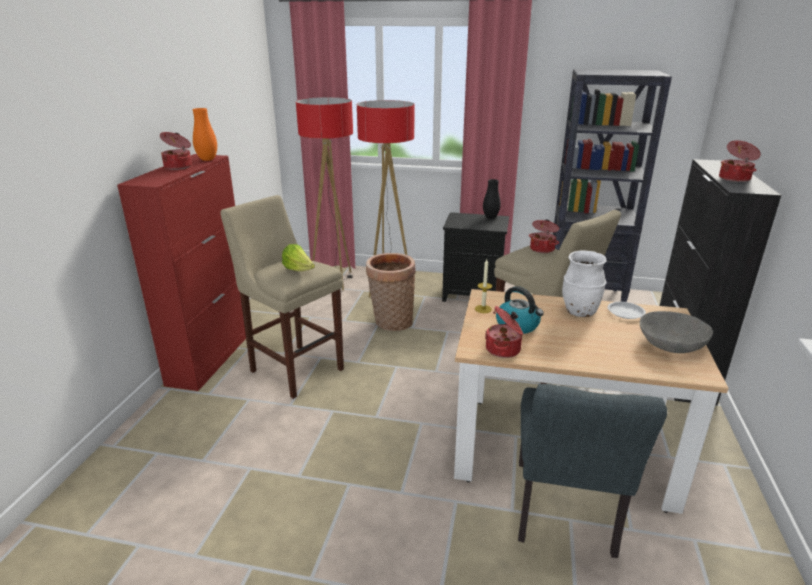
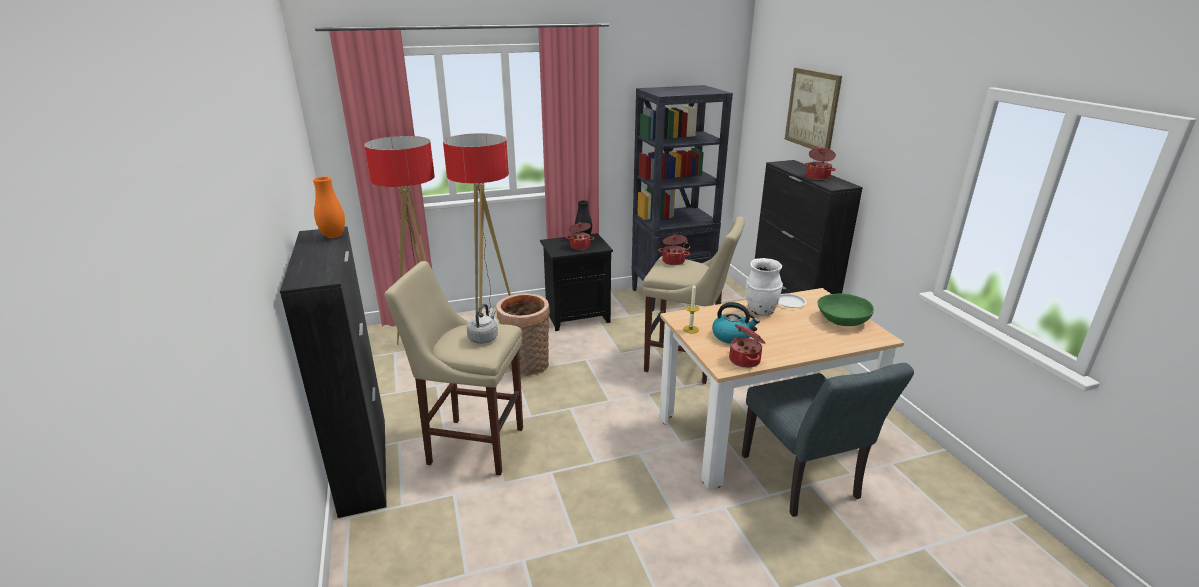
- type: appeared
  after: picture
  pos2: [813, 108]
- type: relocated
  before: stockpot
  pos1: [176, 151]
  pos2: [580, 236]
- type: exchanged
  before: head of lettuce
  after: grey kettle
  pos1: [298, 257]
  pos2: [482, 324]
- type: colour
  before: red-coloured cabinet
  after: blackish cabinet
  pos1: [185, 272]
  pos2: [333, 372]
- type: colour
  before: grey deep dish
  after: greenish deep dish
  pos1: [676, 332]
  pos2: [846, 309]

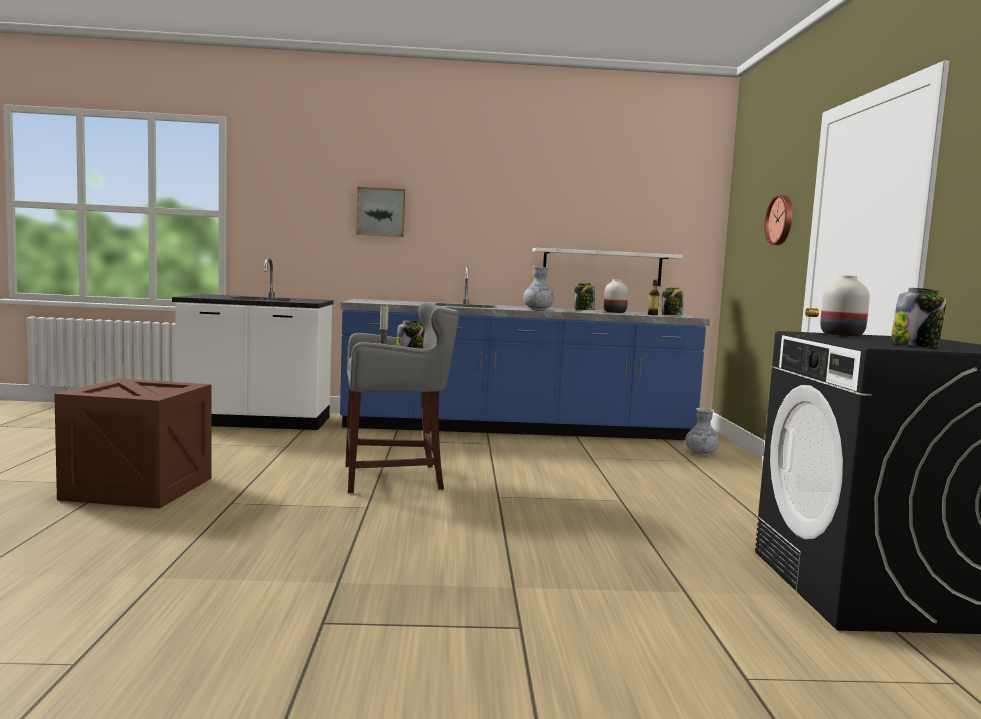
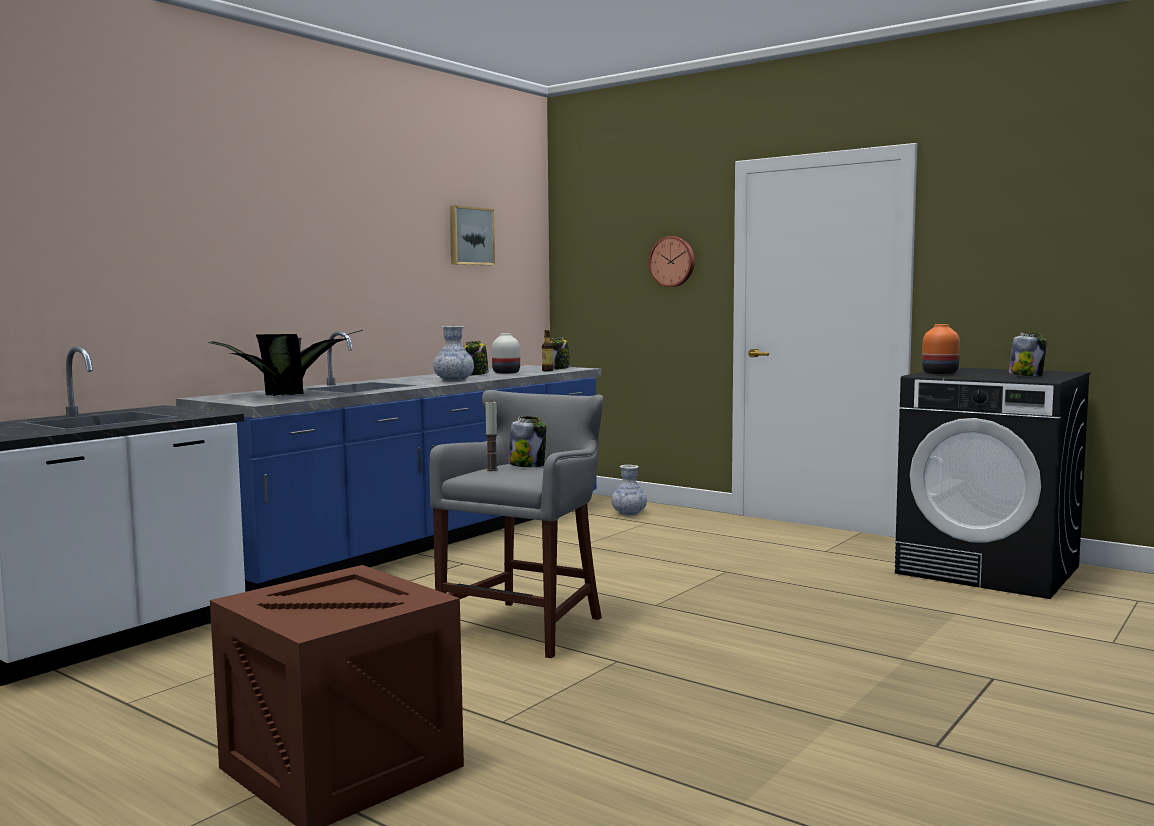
- type: missing
  before: white shelf
  pos1: [607, 267]
- type: appeared
  after: plant in a pot
  pos2: [285, 363]
- type: relocated
  before: picture
  pos1: [380, 212]
  pos2: [472, 235]
- type: colour
  before: white flower vase
  after: orangey flower vase
  pos1: [845, 305]
  pos2: [941, 349]

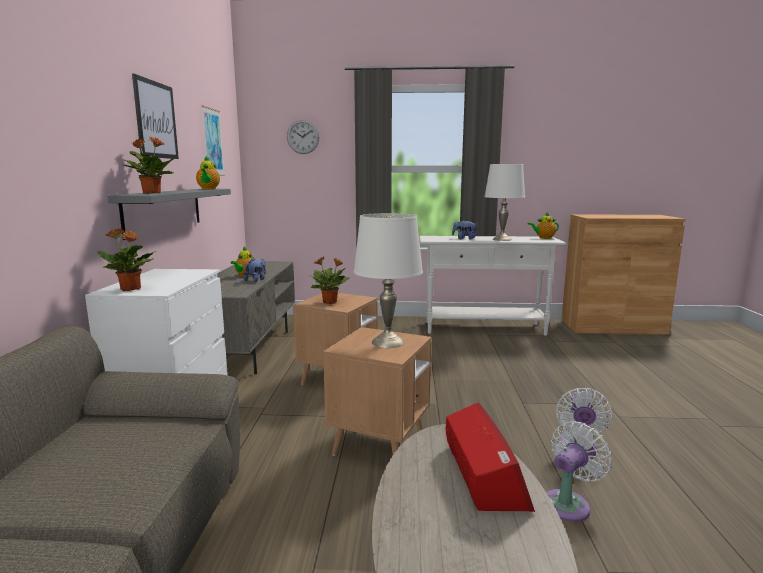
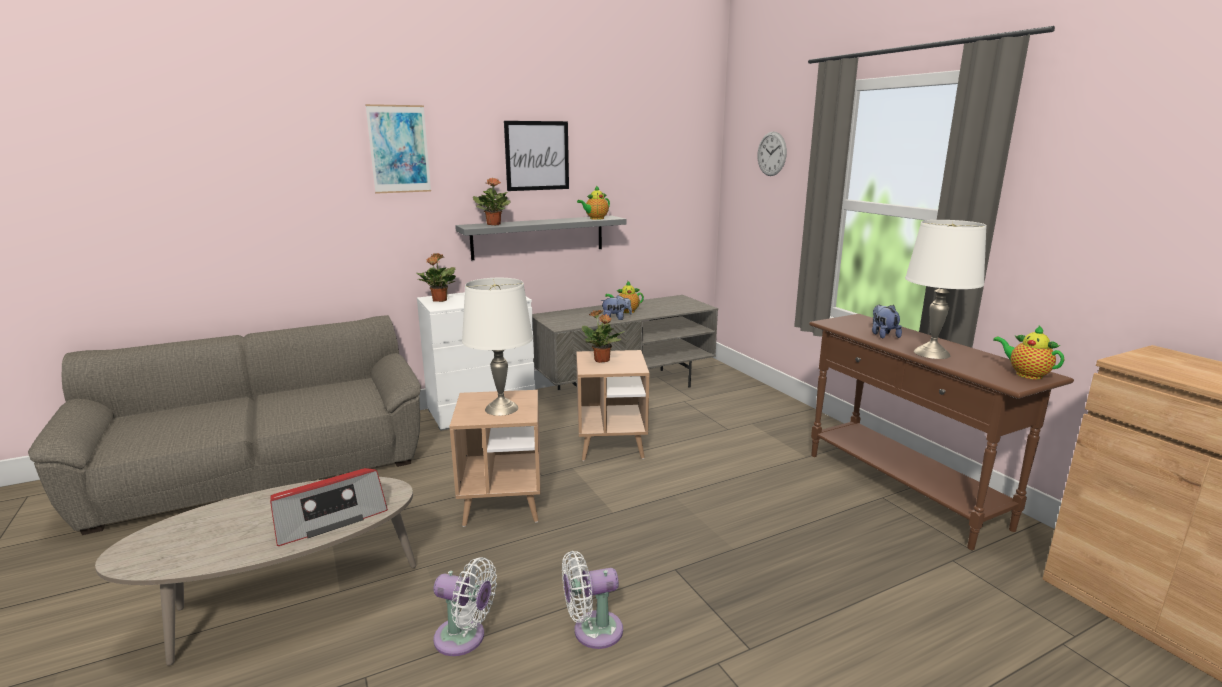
- type: relocated
  before: picture
  pos1: [213, 141]
  pos2: [398, 149]
- type: colour
  before: white narrow table
  after: brownish narrow table
  pos1: [492, 286]
  pos2: [941, 432]

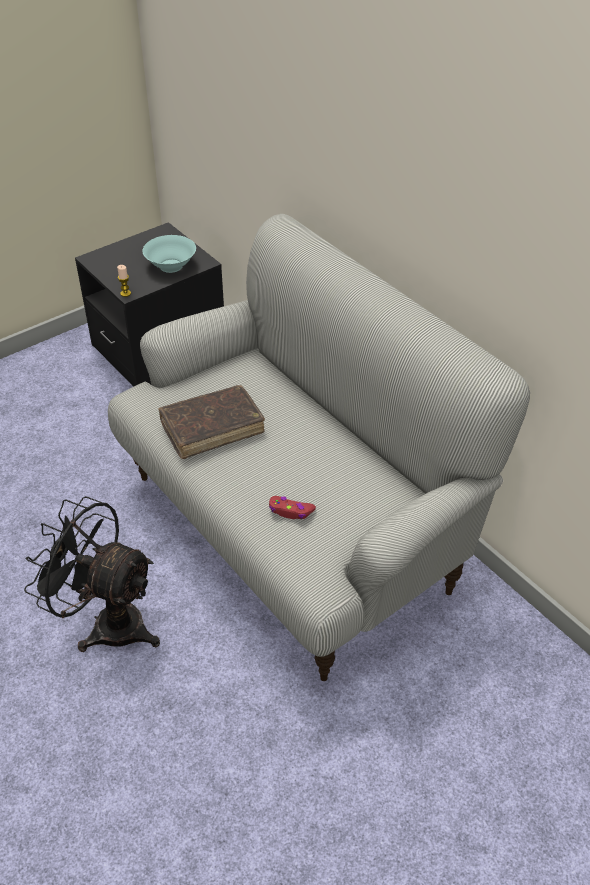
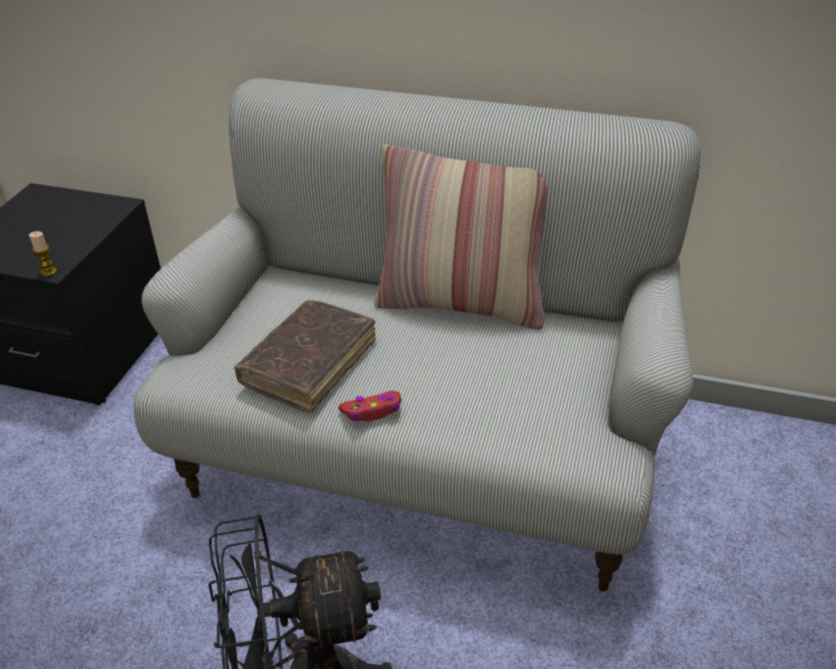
- type: missing
  before: turquoise-coloured deep dish
  pos1: [169, 254]
- type: appeared
  after: pillow
  pos2: [460, 237]
- type: relocated
  before: red-coloured joypad
  pos1: [292, 507]
  pos2: [369, 406]

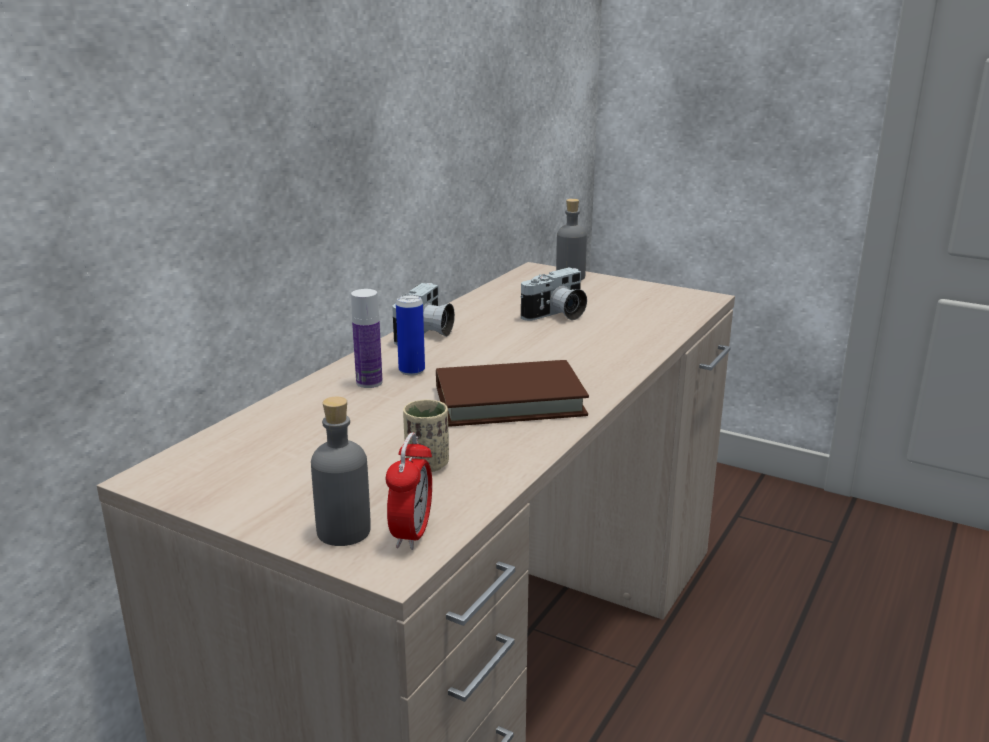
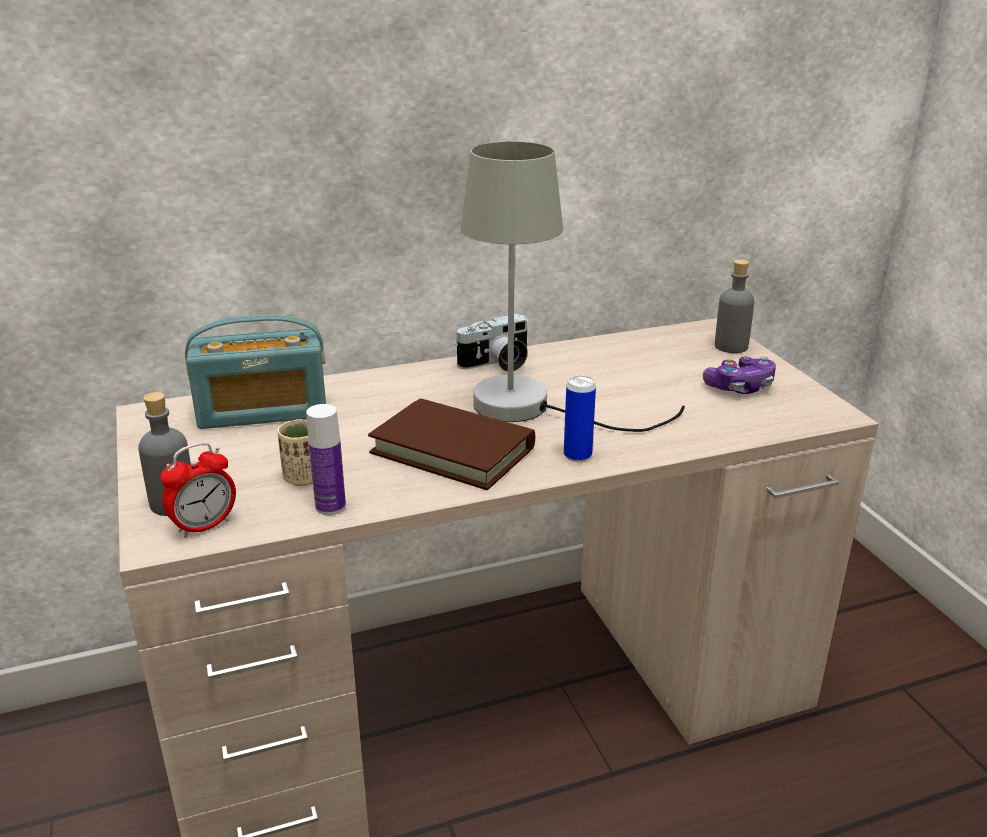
- type: missing
  before: still camera
  pos1: [554, 294]
- type: appeared
  after: radio receiver
  pos2: [255, 372]
- type: appeared
  after: grey lamp for a table
  pos2: [572, 287]
- type: appeared
  after: joypad
  pos2: [739, 375]
- type: relocated
  before: beverage bottle
  pos1: [367, 338]
  pos2: [326, 459]
- type: relocated
  before: metal can
  pos1: [410, 335]
  pos2: [580, 419]

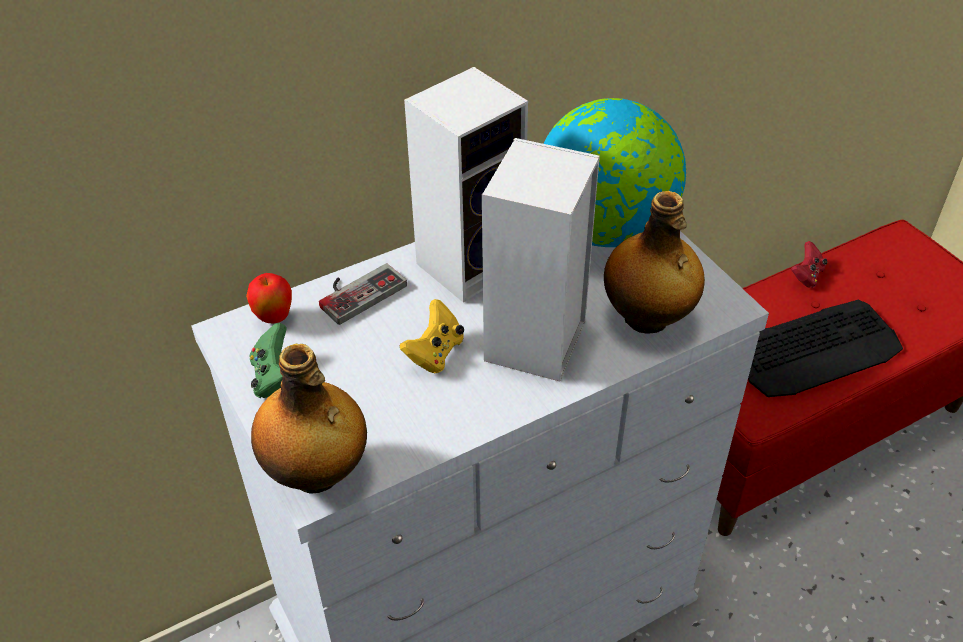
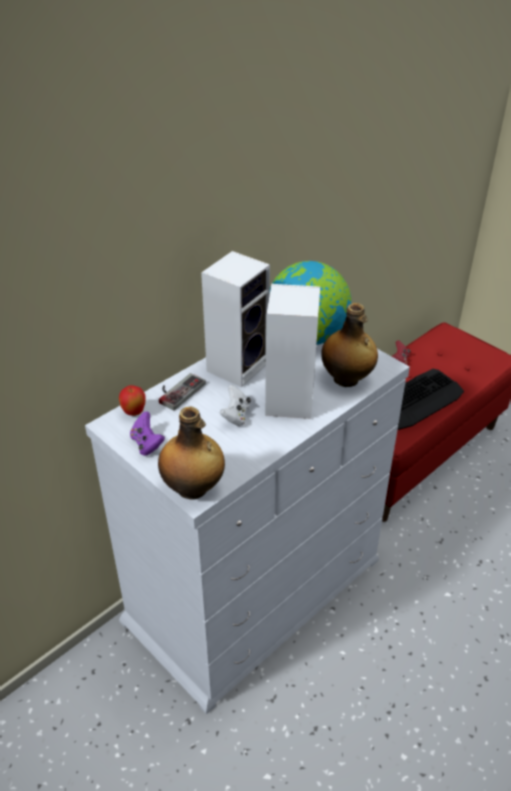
- type: colour
  before: greenish joypad
  after: purple-coloured joypad
  pos1: [268, 360]
  pos2: [147, 433]
- type: colour
  before: yellow joypad
  after: white joypad
  pos1: [432, 336]
  pos2: [235, 405]

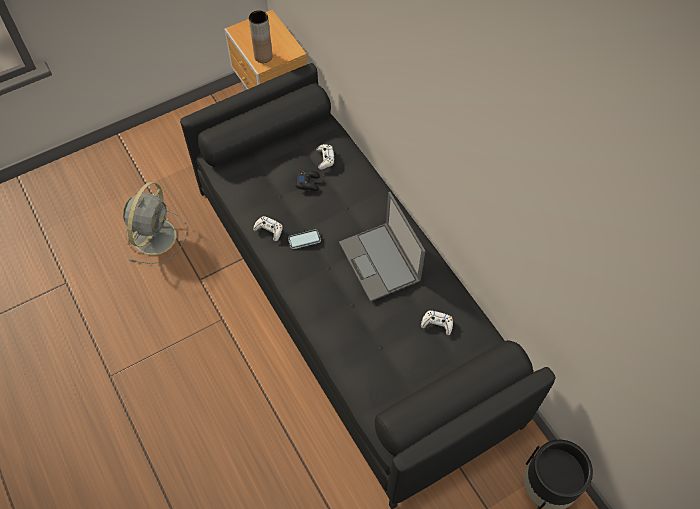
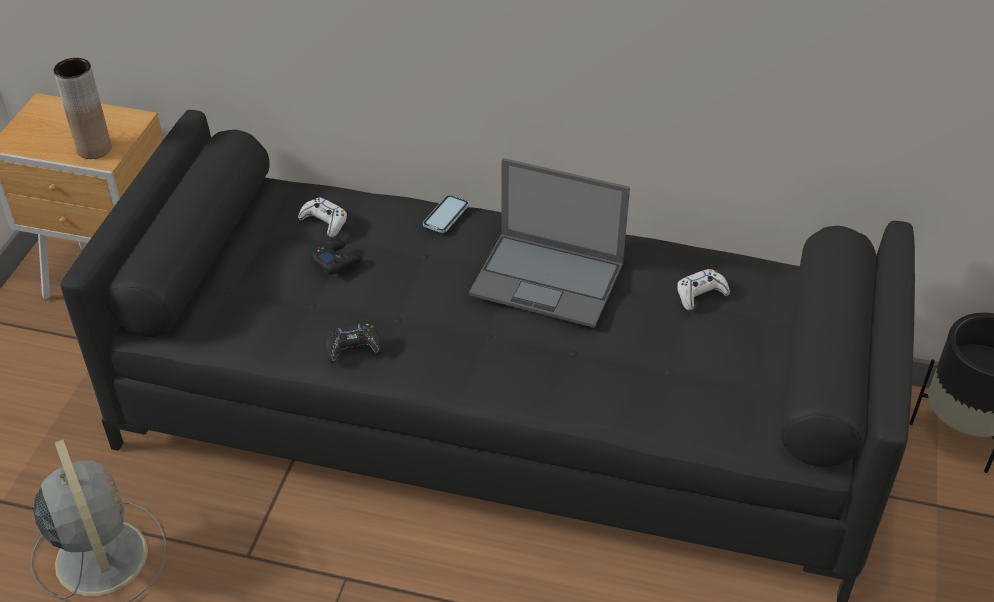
- type: relocated
  before: handset
  pos1: [304, 239]
  pos2: [446, 214]
- type: colour
  before: white joypad
  after: blackish joypad
  pos1: [267, 228]
  pos2: [354, 343]

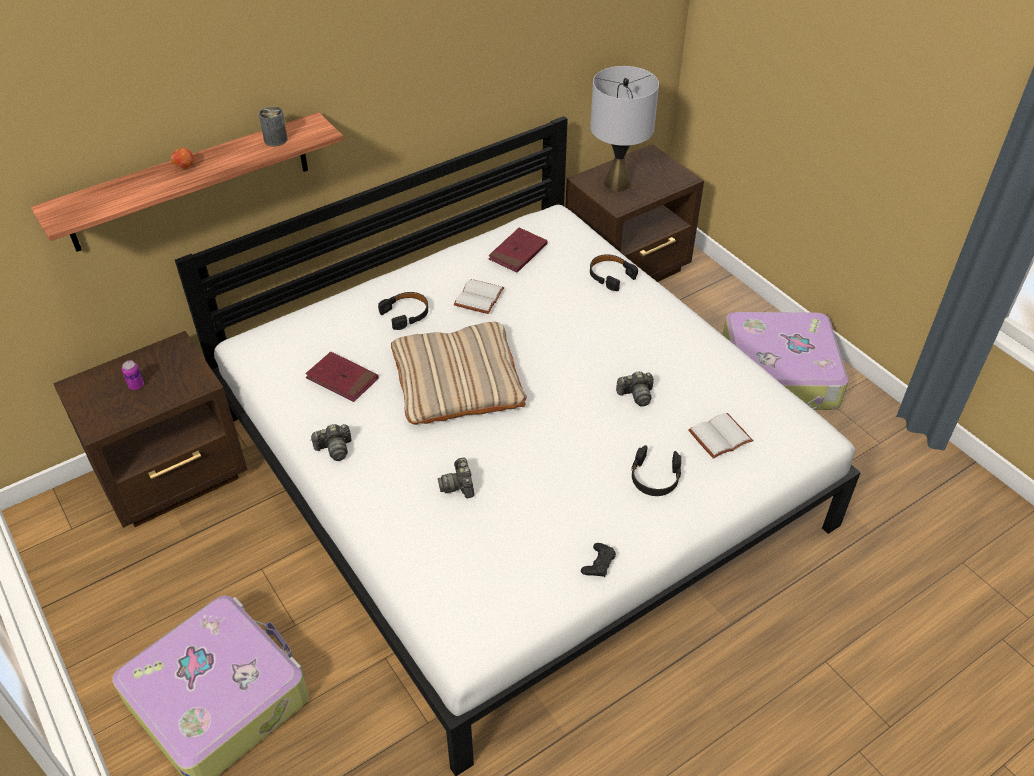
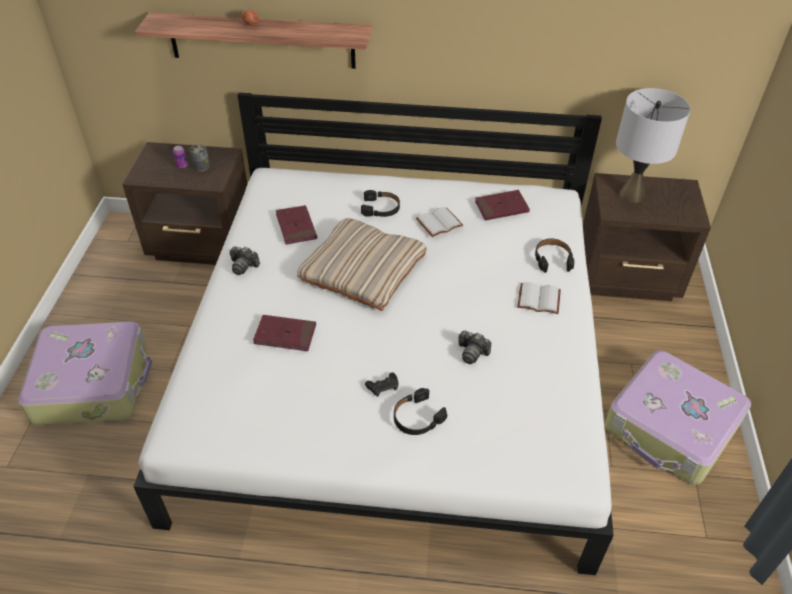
- type: relocated
  before: metal can
  pos1: [273, 126]
  pos2: [200, 158]
- type: relocated
  before: blackish joypad
  pos1: [598, 560]
  pos2: [381, 384]
- type: relocated
  before: white bound book
  pos1: [720, 436]
  pos2: [539, 298]
- type: exchanged
  before: still camera
  after: red-coloured bound book
  pos1: [456, 477]
  pos2: [284, 333]

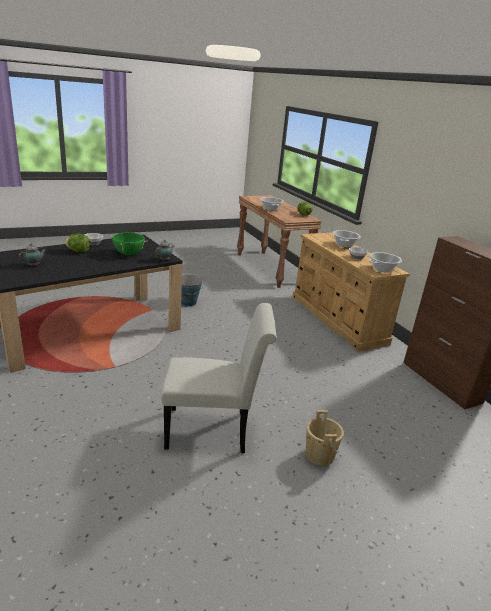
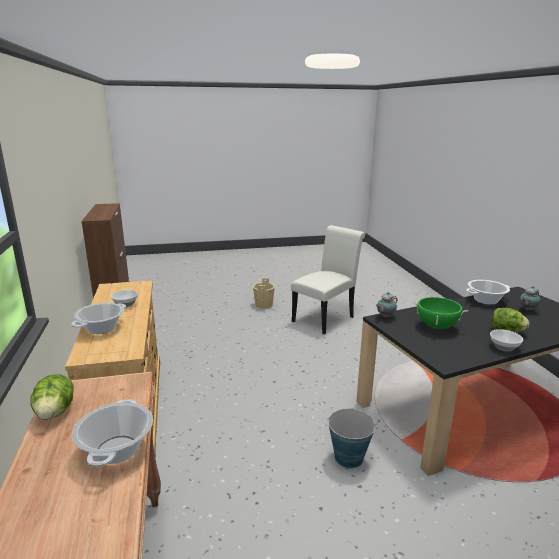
- type: relocated
  before: stockpot
  pos1: [385, 262]
  pos2: [488, 292]
- type: spun
  before: white upright chair
  pos1: [219, 378]
  pos2: [328, 279]
  turn: 120

